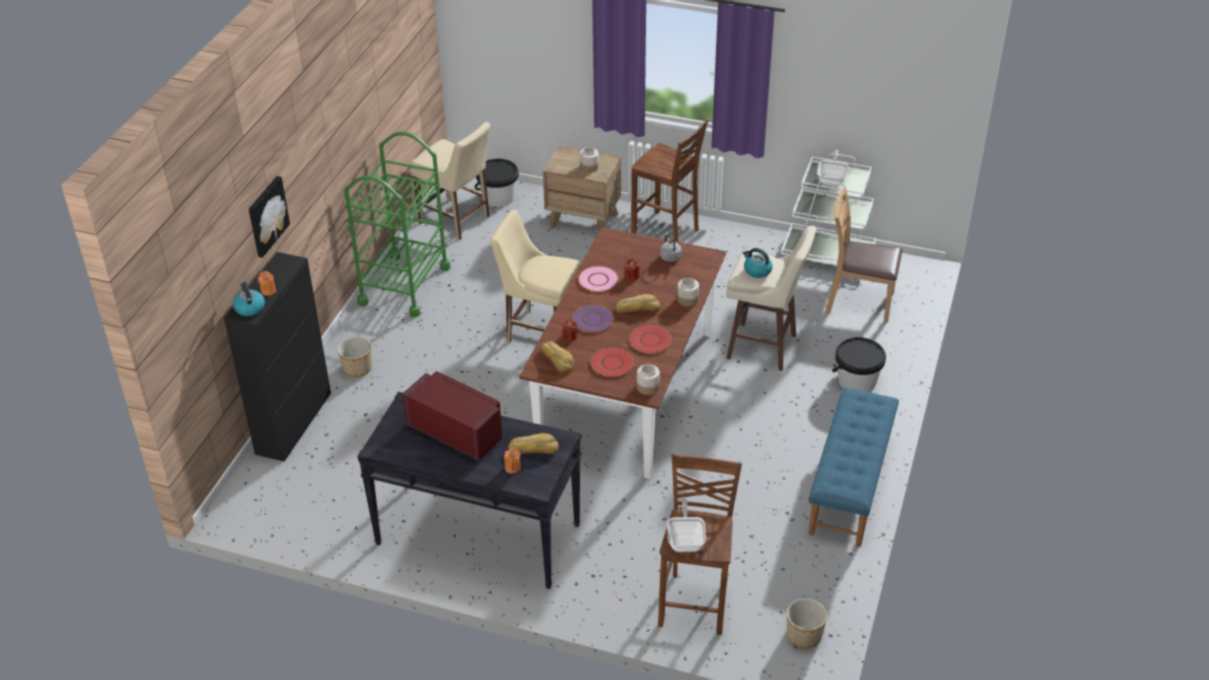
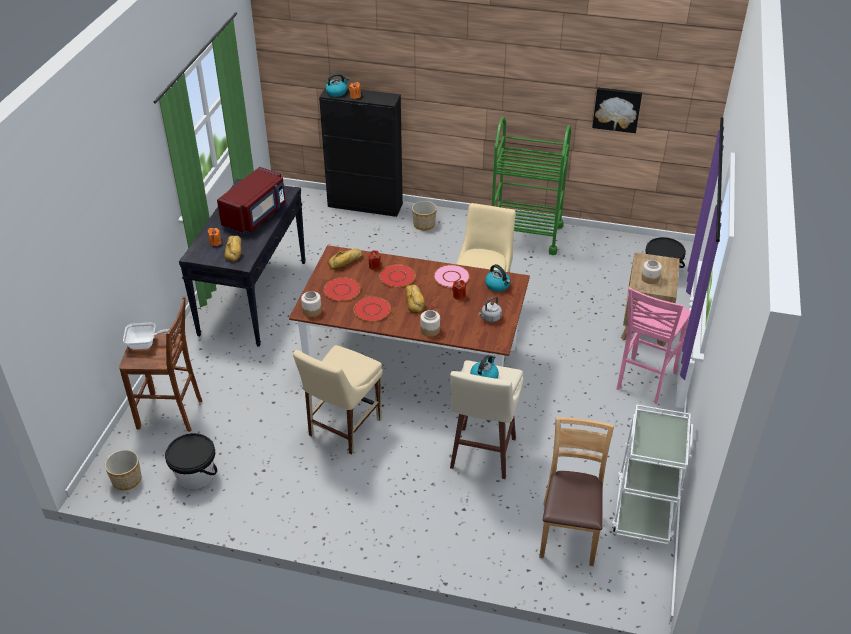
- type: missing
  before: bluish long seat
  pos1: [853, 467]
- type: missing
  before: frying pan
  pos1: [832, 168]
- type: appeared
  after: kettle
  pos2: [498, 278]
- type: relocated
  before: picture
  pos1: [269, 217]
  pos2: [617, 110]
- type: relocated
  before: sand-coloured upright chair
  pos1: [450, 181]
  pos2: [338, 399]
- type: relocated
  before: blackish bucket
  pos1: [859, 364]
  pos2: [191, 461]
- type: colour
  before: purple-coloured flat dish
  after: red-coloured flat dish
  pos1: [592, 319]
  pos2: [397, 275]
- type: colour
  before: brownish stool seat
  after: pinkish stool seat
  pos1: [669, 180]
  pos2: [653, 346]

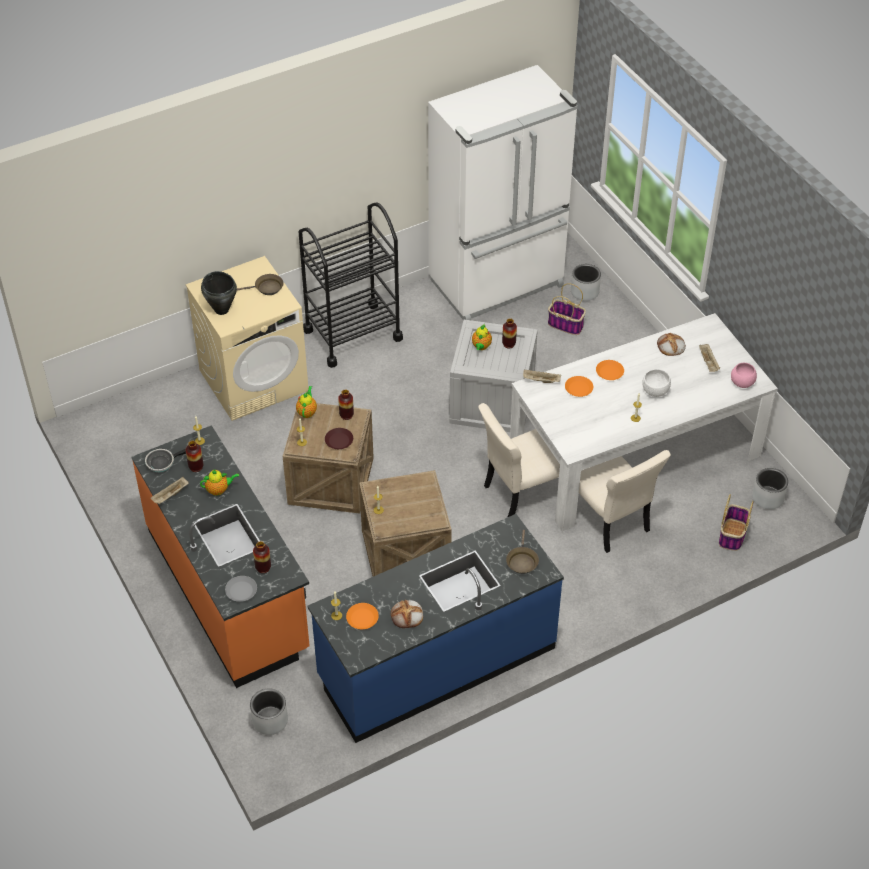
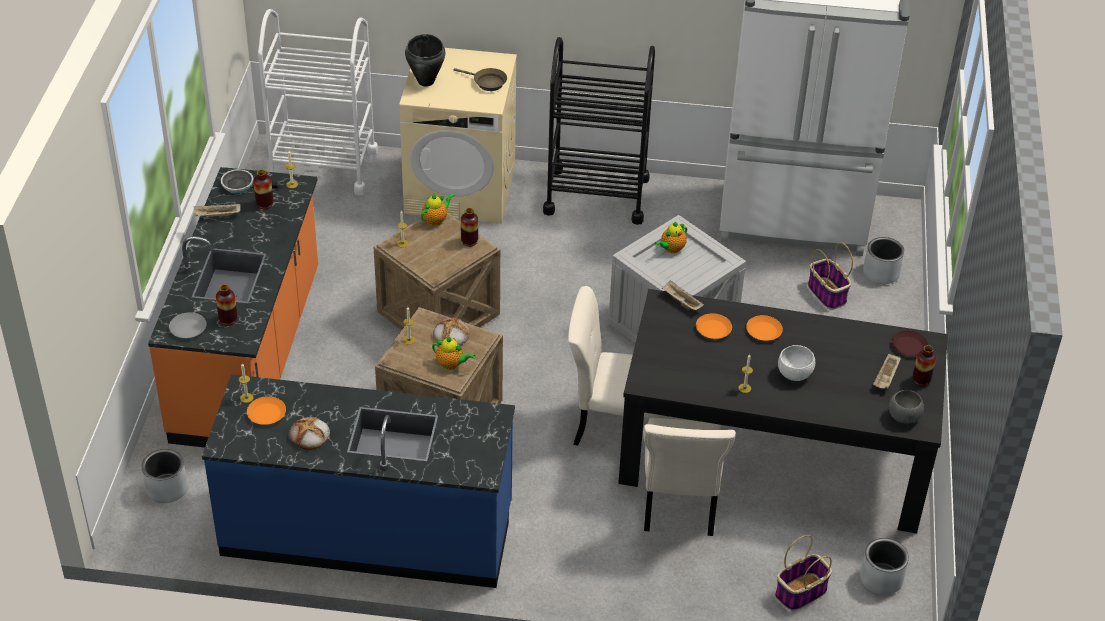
- type: missing
  before: brownish frying pan
  pos1: [522, 552]
- type: appeared
  after: white cart
  pos2: [318, 102]
- type: relocated
  before: tea pot
  pos1: [219, 483]
  pos2: [454, 353]
- type: relocated
  before: brownish flat dish
  pos1: [339, 438]
  pos2: [910, 343]
- type: relocated
  before: flower vase
  pos1: [509, 333]
  pos2: [924, 365]
- type: relocated
  before: bread
  pos1: [671, 344]
  pos2: [451, 332]
- type: colour
  before: white dinner table
  after: blackish dinner table
  pos1: [644, 422]
  pos2: [783, 411]
- type: colour
  before: pinkish deep dish
  after: grey deep dish
  pos1: [744, 375]
  pos2: [906, 406]

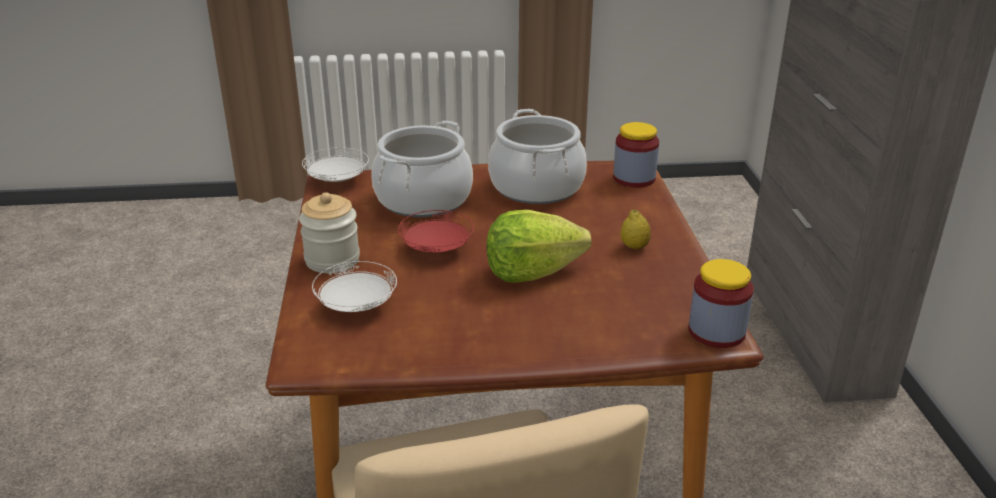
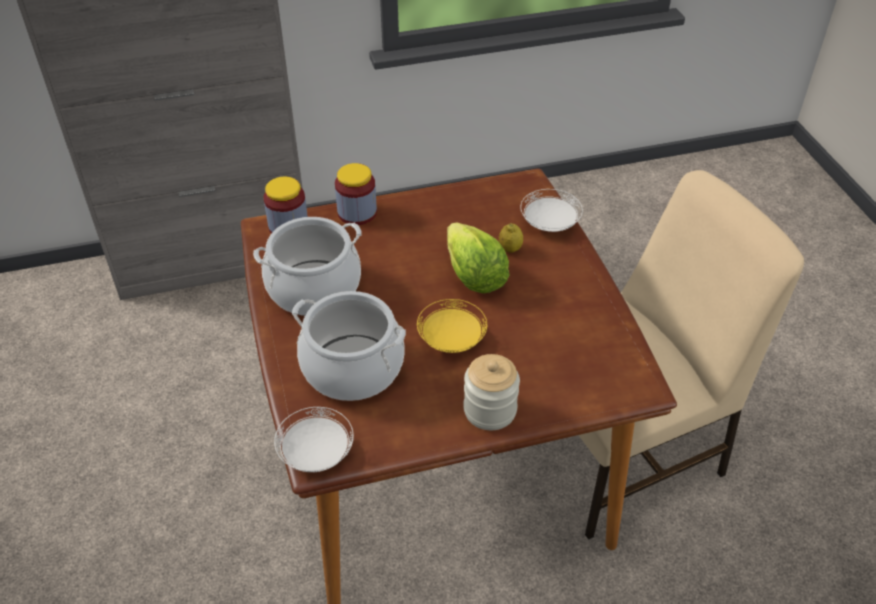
- type: relocated
  before: white flat dish
  pos1: [354, 286]
  pos2: [551, 210]
- type: relocated
  before: whole lemon
  pos1: [636, 230]
  pos2: [511, 238]
- type: relocated
  before: preserve jar
  pos1: [721, 303]
  pos2: [356, 194]
- type: colour
  before: red-coloured flat dish
  after: yellow flat dish
  pos1: [436, 231]
  pos2: [452, 326]

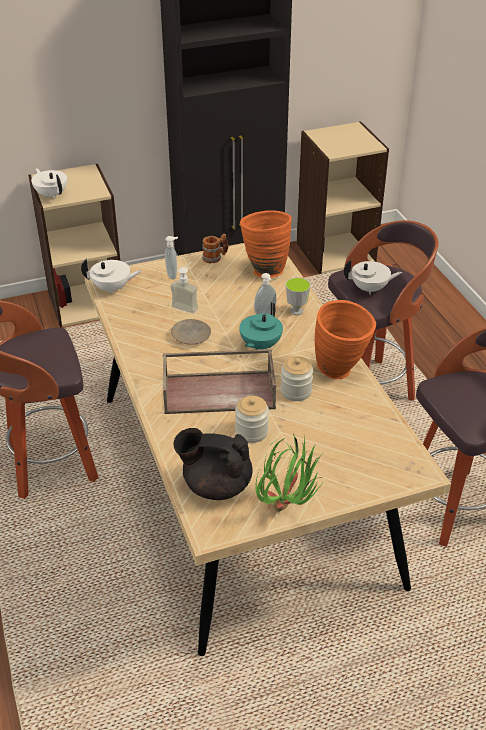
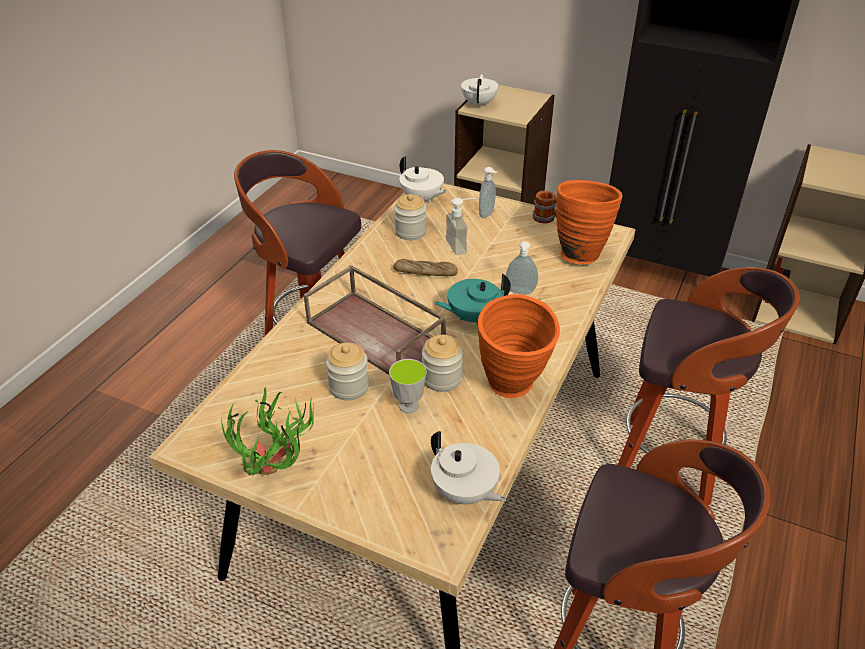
- type: missing
  before: blackish tea pot
  pos1: [212, 464]
- type: appeared
  after: preserve jar
  pos2: [410, 217]
- type: relocated
  before: small cup
  pos1: [298, 296]
  pos2: [408, 386]
- type: relocated
  before: white tea pot
  pos1: [373, 277]
  pos2: [468, 467]
- type: exchanged
  before: sand-coloured flat dish
  after: bread
  pos1: [191, 332]
  pos2: [426, 267]

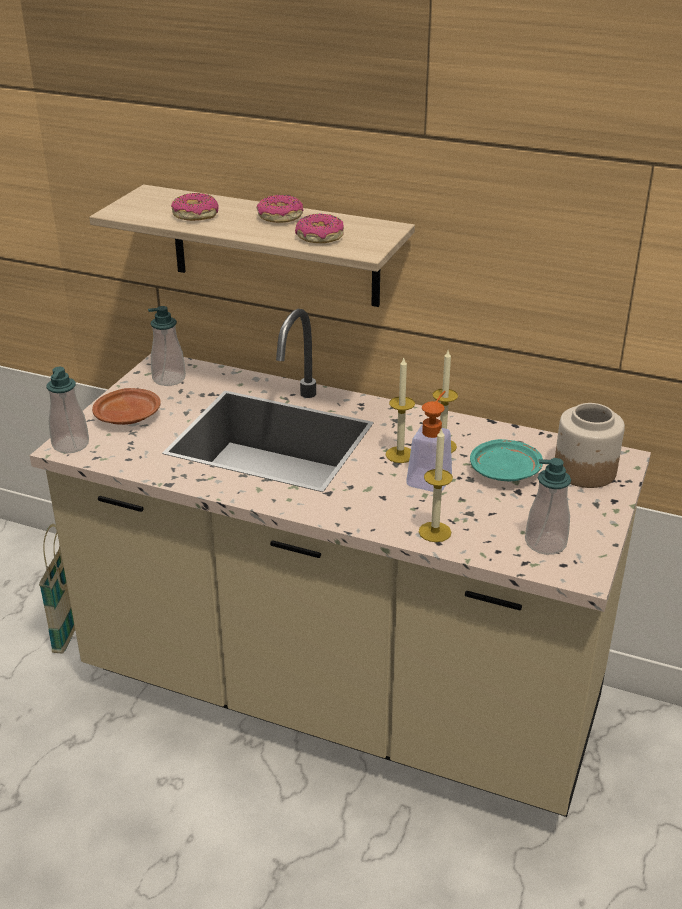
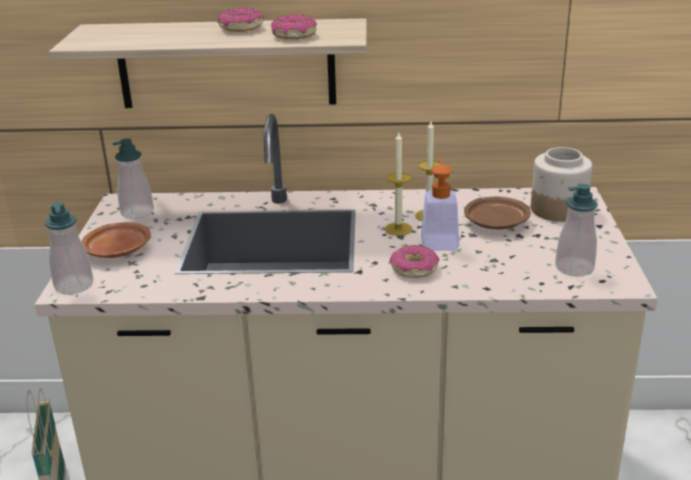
- type: missing
  before: candle
  pos1: [436, 484]
- type: relocated
  before: doughnut
  pos1: [195, 207]
  pos2: [414, 261]
- type: colour
  before: turquoise-coloured flat dish
  after: brownish flat dish
  pos1: [506, 460]
  pos2: [497, 213]

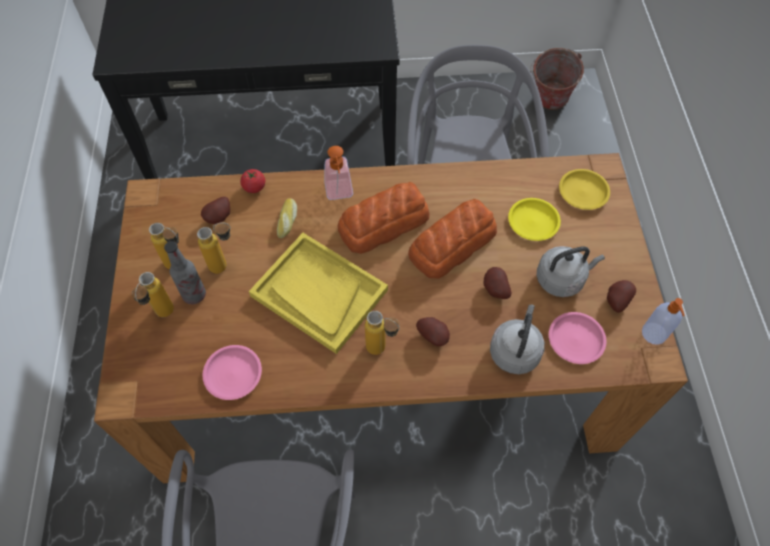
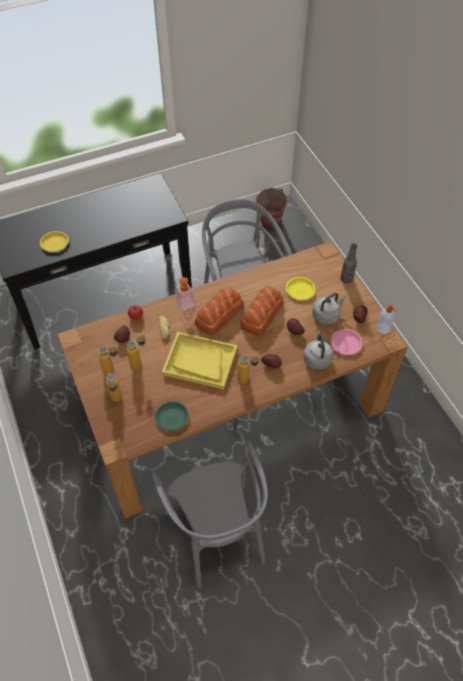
- type: relocated
  before: beverage bottle
  pos1: [185, 272]
  pos2: [348, 263]
- type: relocated
  before: yellow flat dish
  pos1: [584, 189]
  pos2: [54, 241]
- type: colour
  before: pinkish flat dish
  after: greenish flat dish
  pos1: [232, 372]
  pos2: [172, 416]

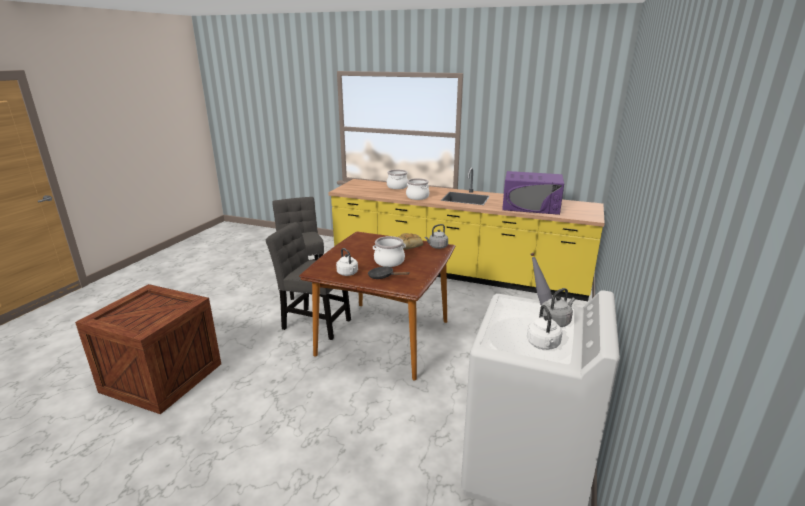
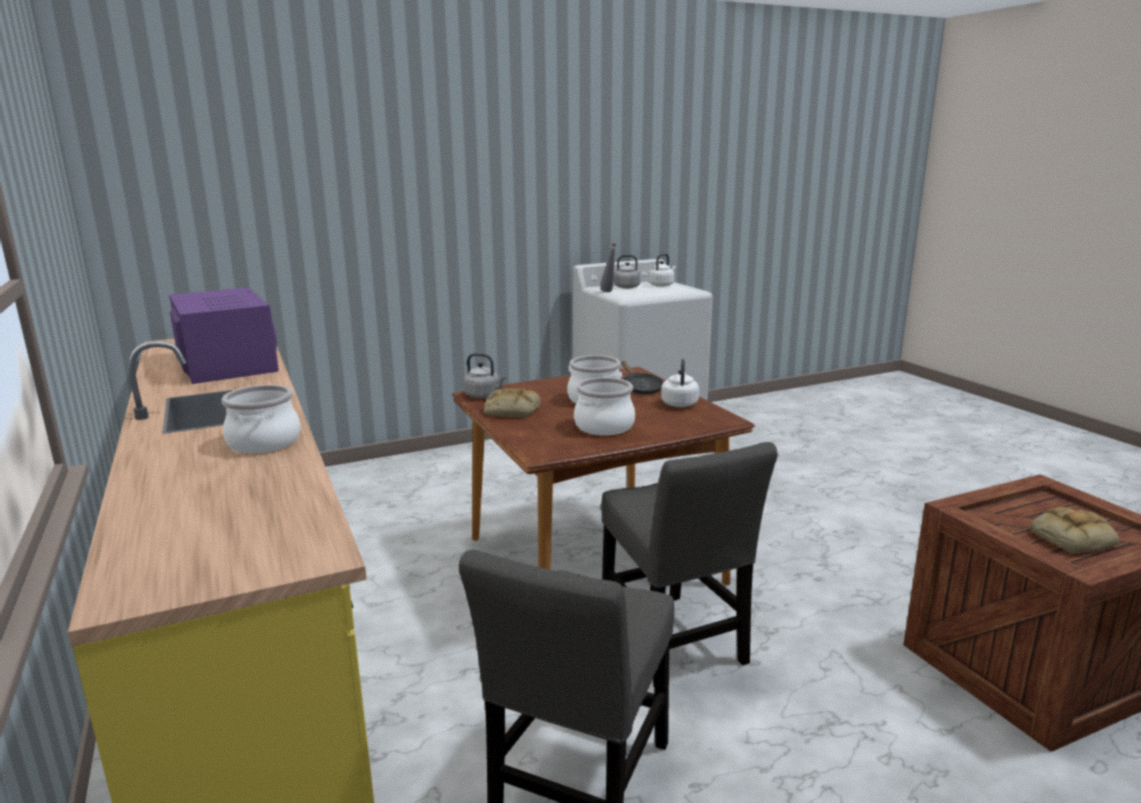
- type: appeared
  after: bread
  pos2: [1075, 530]
- type: relocated
  before: stockpot
  pos1: [397, 179]
  pos2: [604, 406]

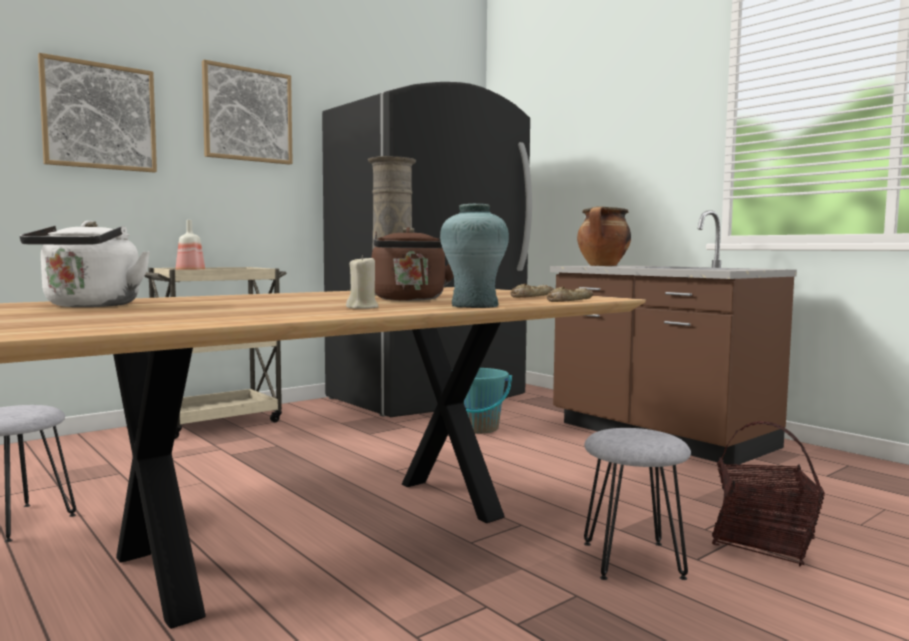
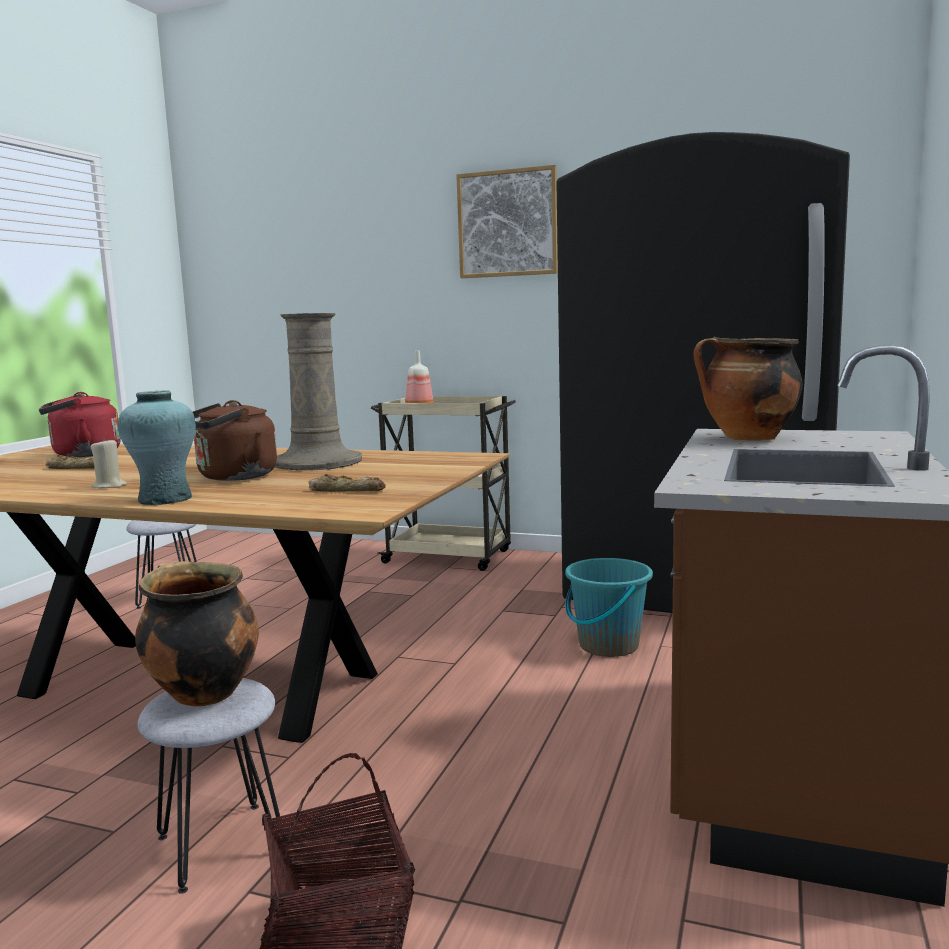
- type: missing
  before: picture
  pos1: [97, 113]
- type: appeared
  after: stockpot
  pos2: [197, 634]
- type: relocated
  before: bread
  pos1: [570, 294]
  pos2: [70, 462]
- type: colour
  before: white kettle
  after: red-coloured kettle
  pos1: [85, 263]
  pos2: [80, 424]

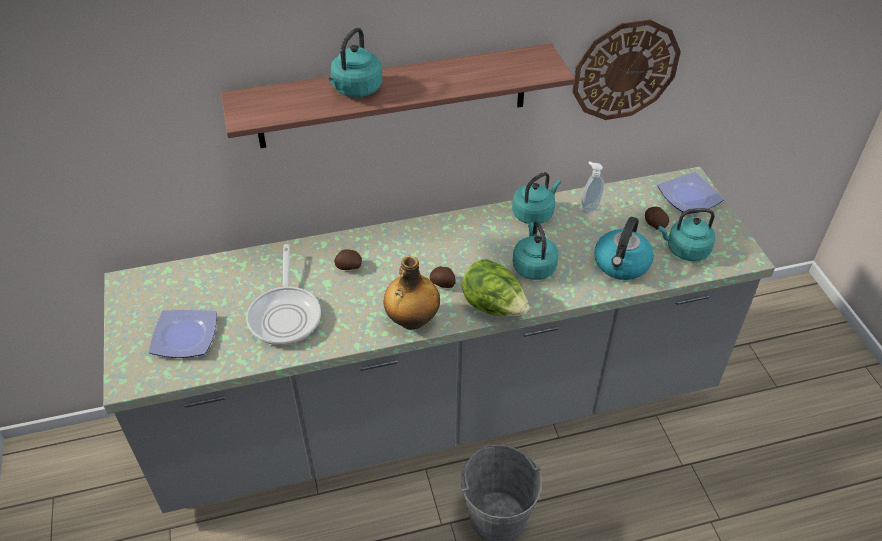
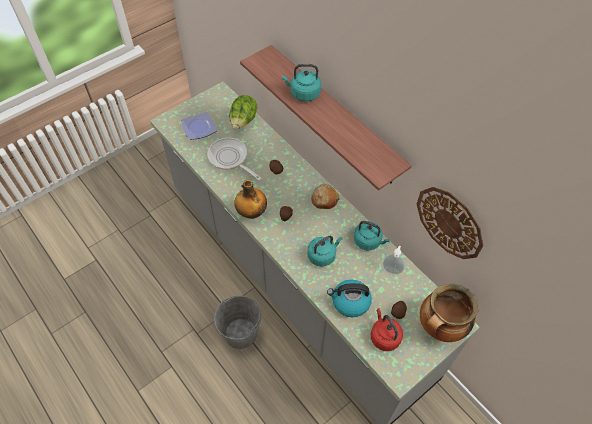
- type: appeared
  after: bread
  pos2: [325, 196]
- type: relocated
  before: head of lettuce
  pos1: [496, 287]
  pos2: [243, 112]
- type: exchanged
  before: flat dish
  after: stockpot
  pos1: [691, 193]
  pos2: [449, 313]
- type: colour
  before: turquoise-coloured kettle
  after: red-coloured kettle
  pos1: [686, 234]
  pos2: [387, 329]
- type: spun
  before: frying pan
  pos1: [283, 294]
  pos2: [235, 159]
  turn: 75

